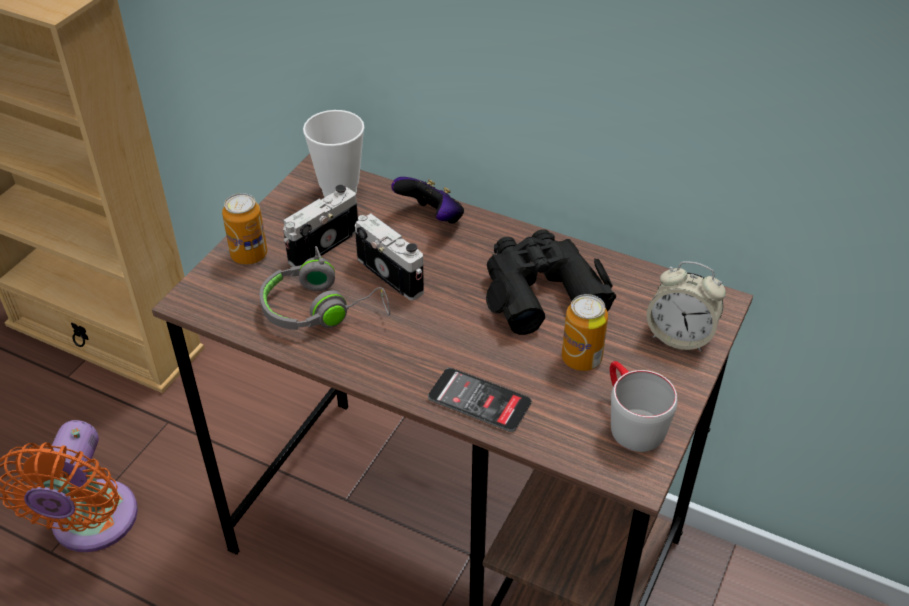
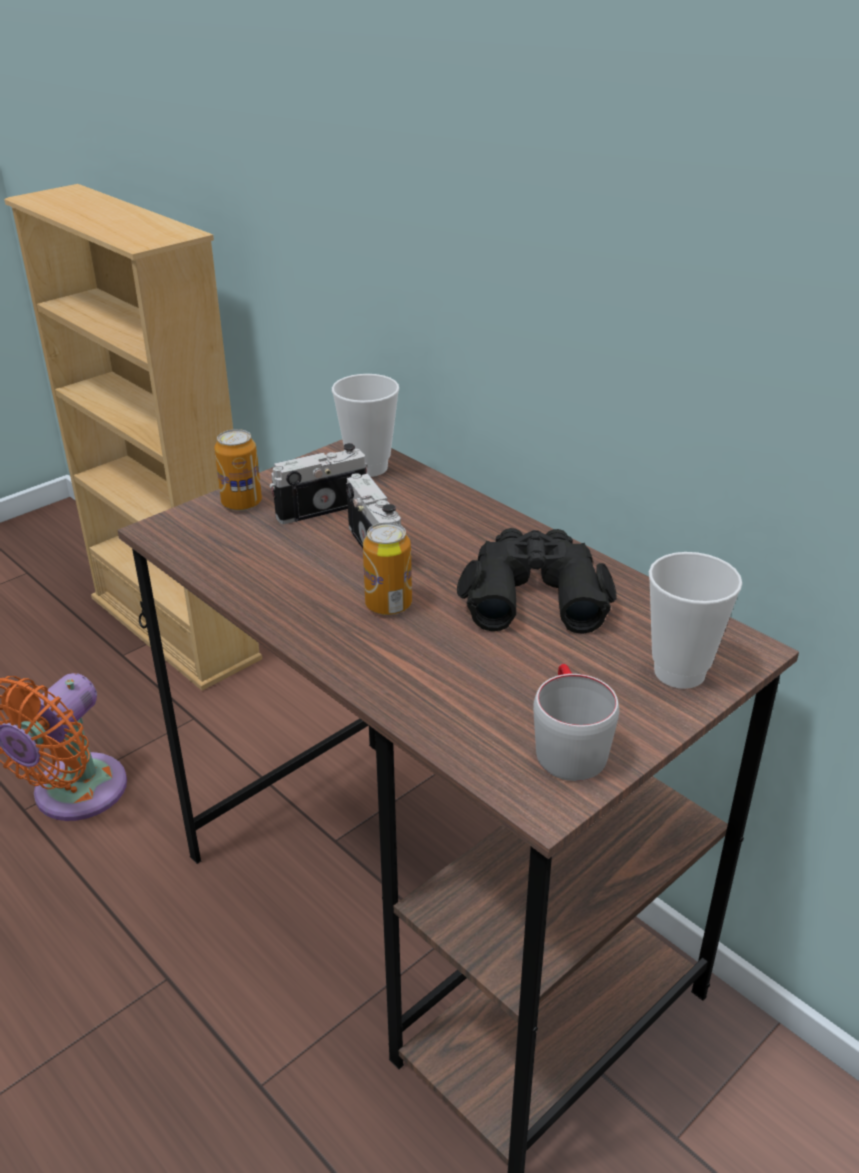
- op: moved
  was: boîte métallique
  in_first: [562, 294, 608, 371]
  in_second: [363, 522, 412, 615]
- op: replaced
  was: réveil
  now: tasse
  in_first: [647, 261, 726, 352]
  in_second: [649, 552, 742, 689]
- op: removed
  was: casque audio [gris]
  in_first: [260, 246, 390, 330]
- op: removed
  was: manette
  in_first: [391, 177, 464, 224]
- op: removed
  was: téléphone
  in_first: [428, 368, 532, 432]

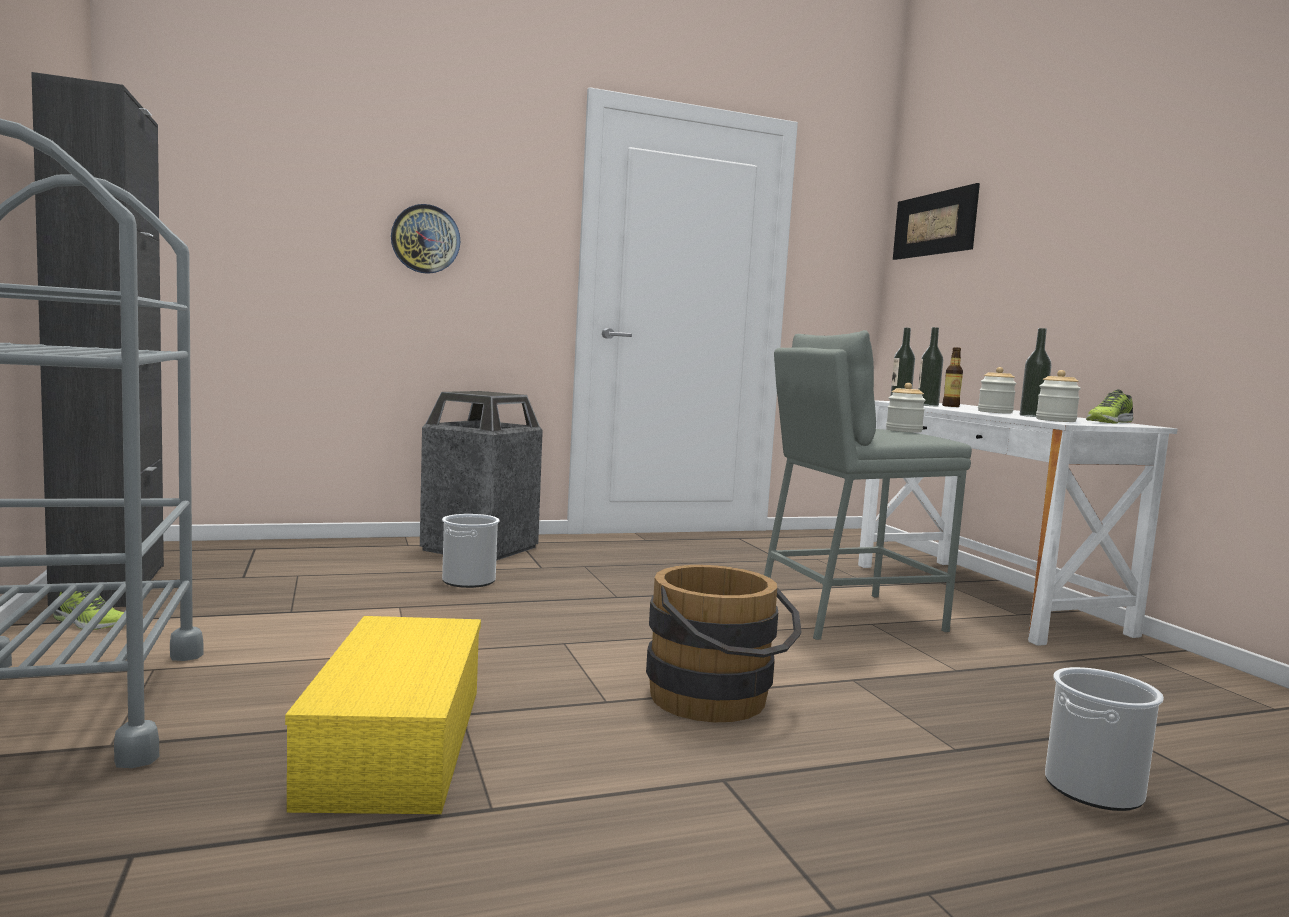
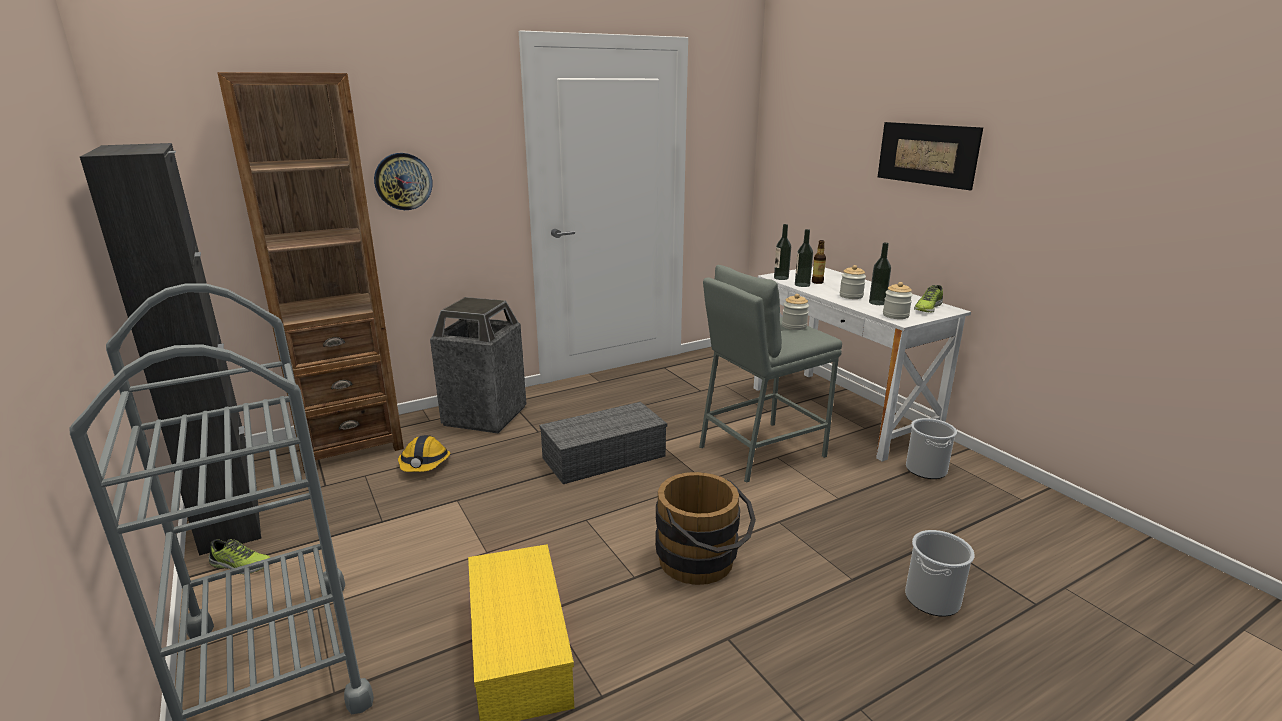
- op: added
  now: bibliothèque [marron]
  in_second: [217, 72, 404, 473]
- op: added
  now: casque de chantier
  in_second: [398, 435, 450, 472]
- op: added
  now: boîte de rangement [gris]
  in_second: [539, 402, 667, 484]
- op: moved
  was: tableau
  in_first: [893, 183, 980, 260]
  in_second: [878, 122, 983, 190]
- op: moved
  was: seau
  in_first: [442, 514, 500, 588]
  in_second: [906, 418, 957, 479]

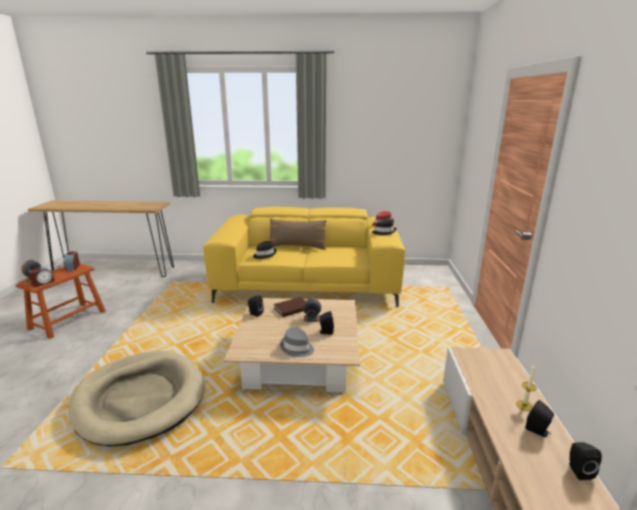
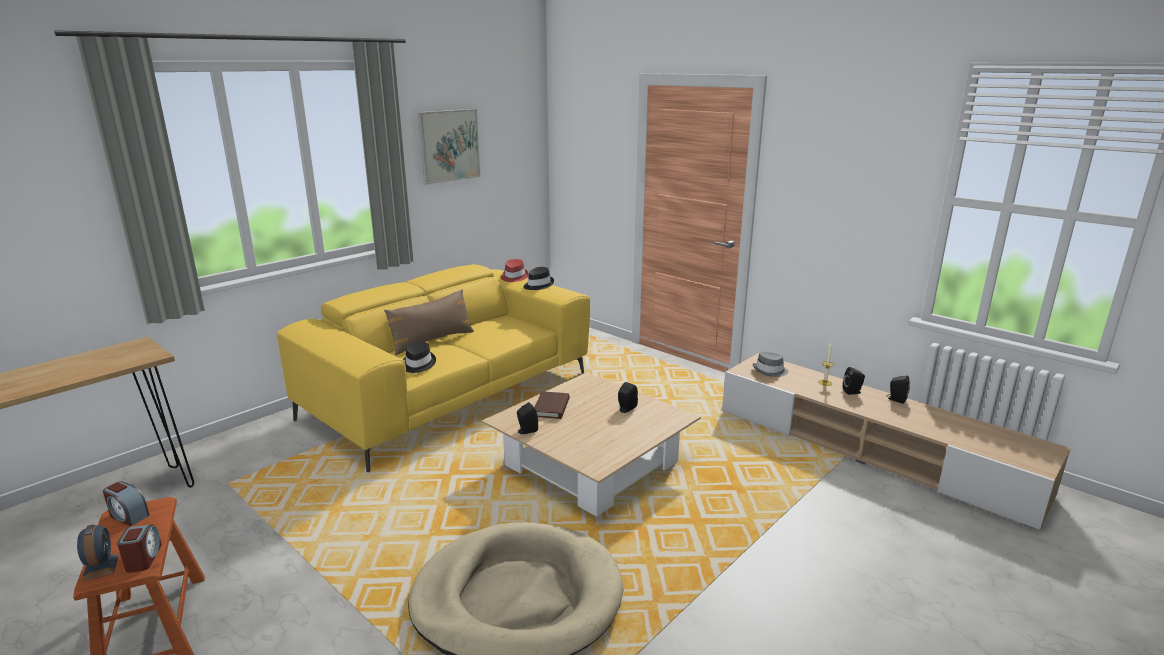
- op: added
  now: tableau
  in_second: [418, 109, 480, 185]
- op: moved
  was: chapeau [gris]
  in_first: [280, 327, 314, 357]
  in_second: [753, 352, 789, 377]
- op: removed
  was: réveil
  in_first: [303, 298, 321, 322]

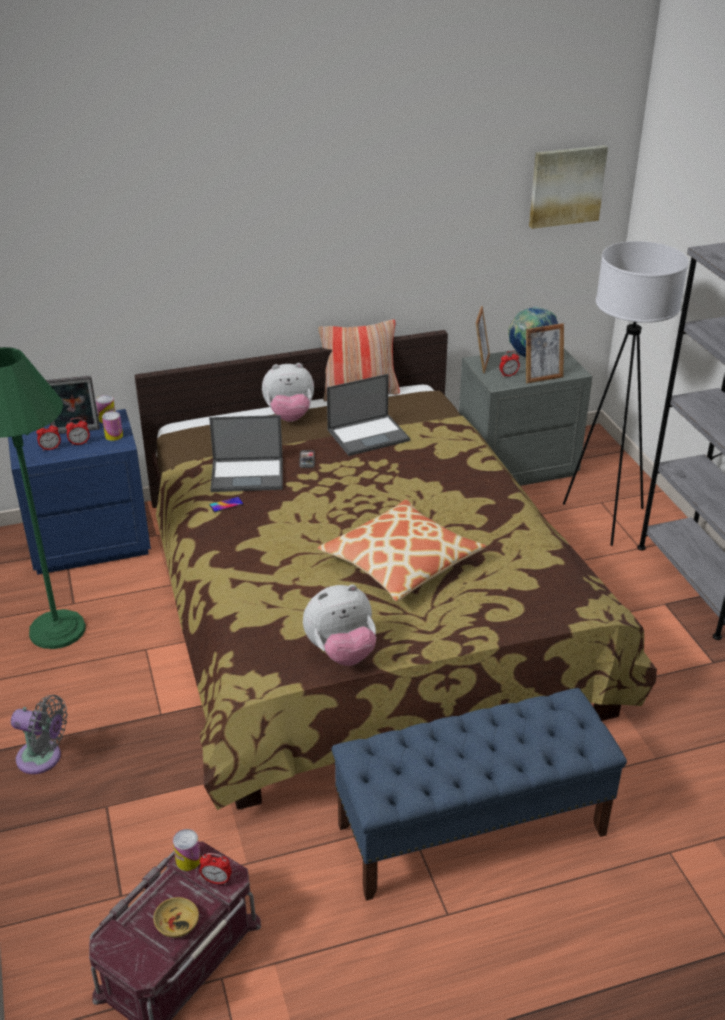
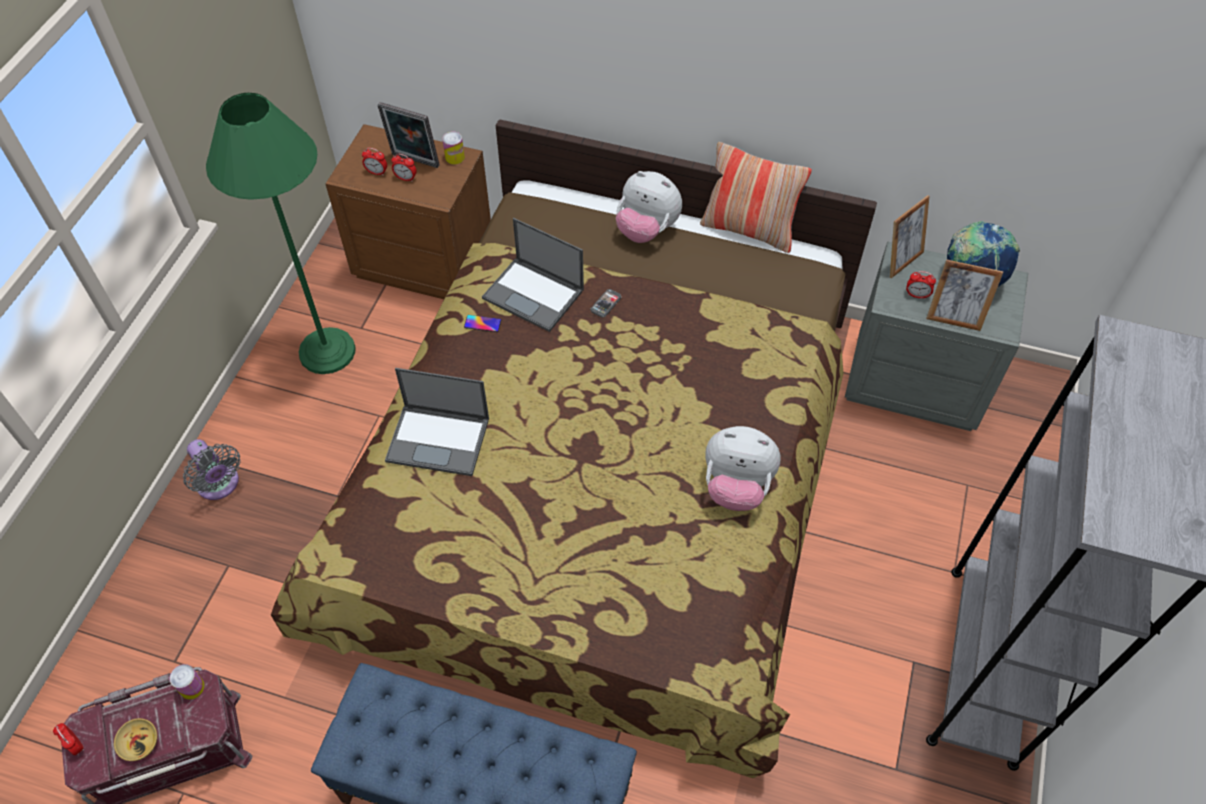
- op: moved
  was: réveil
  in_first: [200, 853, 232, 885]
  in_second: [53, 723, 84, 755]
- op: recoloured
  was: table de chevet [bleu]
  now: table de chevet [marron]
  in_first: [8, 409, 151, 575]
  in_second: [325, 124, 491, 299]
- op: moved
  was: ordinateur portable
  in_first: [327, 374, 410, 456]
  in_second: [385, 368, 489, 476]
- op: moved
  was: peluche
  in_first: [303, 584, 376, 666]
  in_second: [705, 426, 781, 511]
- op: removed
  was: boîte métallique
  in_first: [102, 411, 123, 441]
- op: removed
  was: coussin
  in_first: [318, 499, 486, 602]
- op: removed
  was: tableau
  in_first: [529, 145, 608, 229]
- op: removed
  was: lampadaire [blanc]
  in_first: [563, 241, 689, 546]

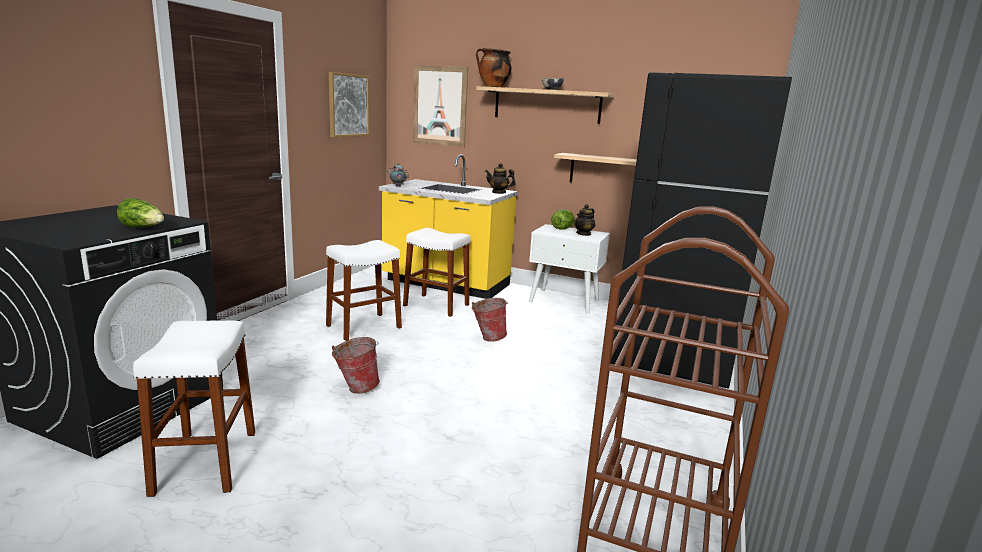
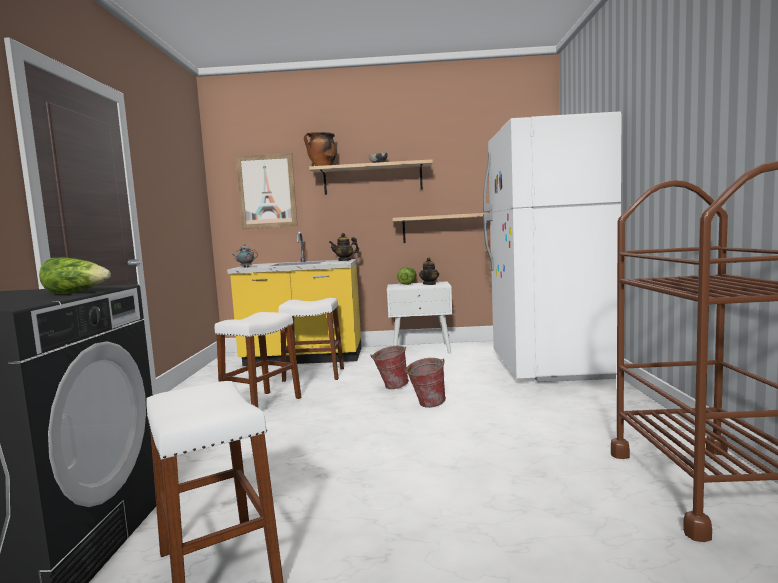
- op: moved
  was: seau
  in_first: [332, 337, 380, 394]
  in_second: [404, 358, 446, 408]
- op: recoloured
  was: réfrigérateur [noir]
  now: réfrigérateur [blanc]
  in_first: [611, 72, 792, 389]
  in_second: [483, 111, 621, 382]
- op: removed
  was: tableau
  in_first: [329, 72, 369, 137]

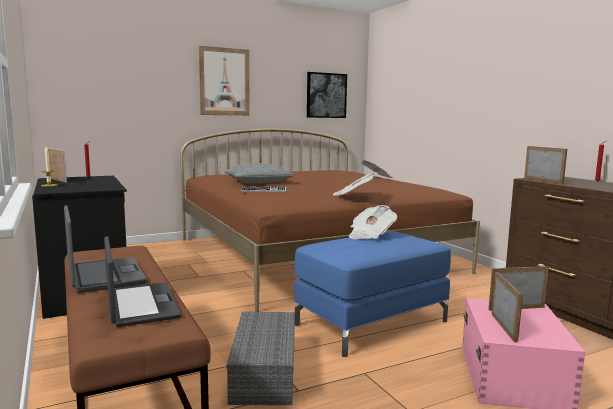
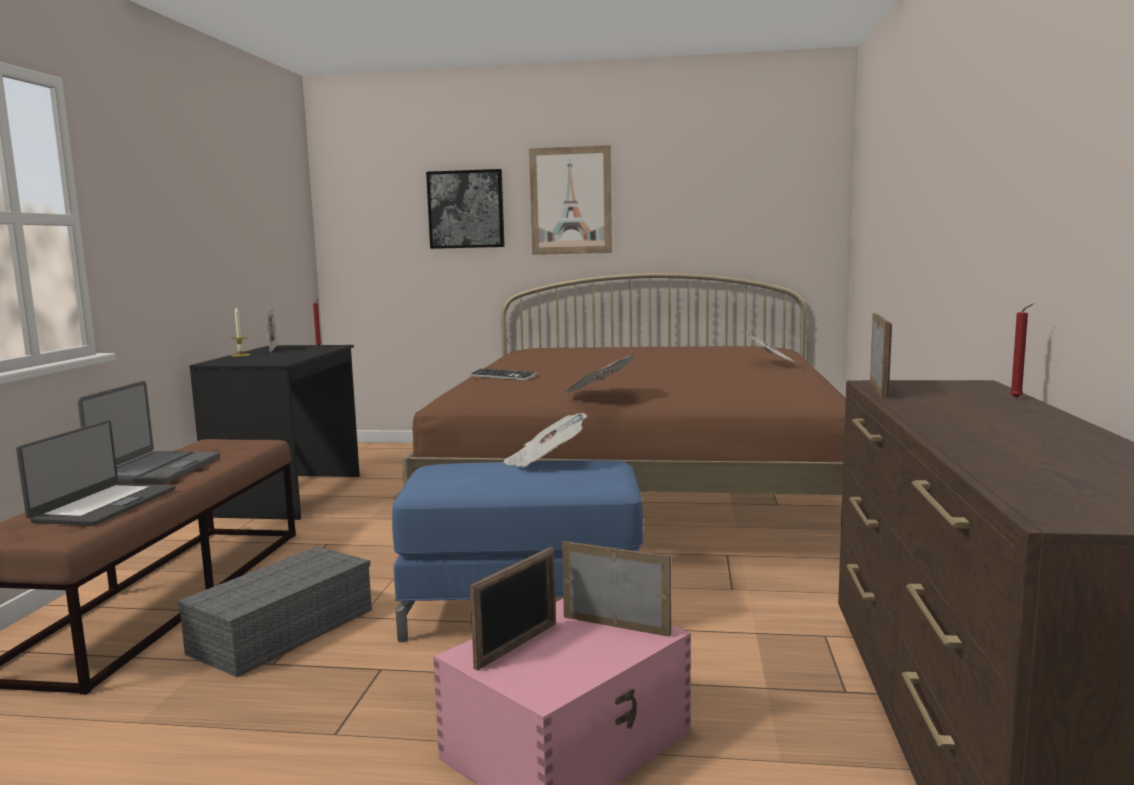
- op: moved
  was: tableau
  in_first: [307, 72, 347, 118]
  in_second: [426, 169, 505, 249]
- op: removed
  was: coussin [gris]
  in_first: [224, 163, 295, 183]

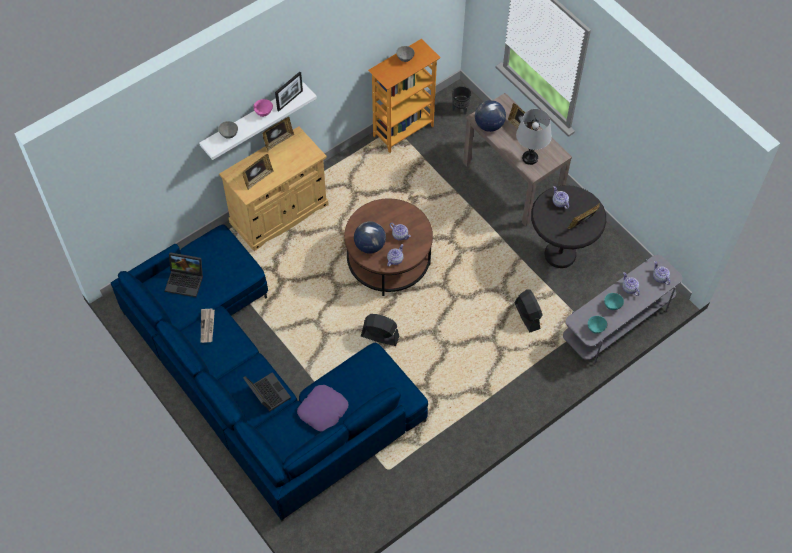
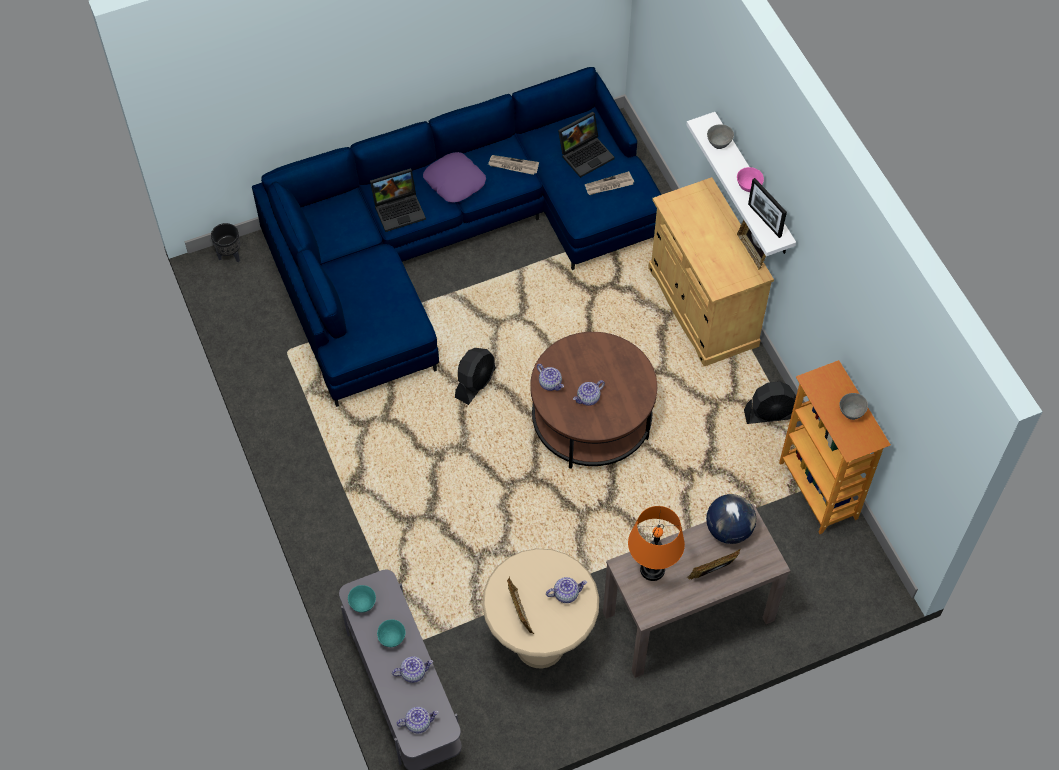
- op: moved
  was: cache-pot [noir]
  in_first: [452, 86, 471, 115]
  in_second: [211, 223, 240, 262]
- op: moved
  was: coussin [violet]
  in_first: [297, 385, 348, 432]
  in_second: [423, 152, 486, 203]
- op: recoloured
  was: table d'appoint [noir]
  now: table d'appoint [beige]
  in_first: [531, 185, 606, 268]
  in_second: [482, 549, 599, 669]
- op: turned
  was: ordinateur portable
  in_first: [165, 252, 203, 297]
  in_second: [558, 112, 615, 178]
  clockwise: -150
- op: added
  now: journal
  in_second: [585, 171, 634, 195]
- op: recoloured
  was: lampe de table [gris]
  now: lampe de table [orange]
  in_first: [516, 109, 552, 165]
  in_second: [628, 506, 685, 581]
- op: moved
  was: ventilateur [noir]
  in_first: [514, 289, 543, 332]
  in_second: [744, 381, 796, 424]
- op: removed
  was: cadre photo
  in_first: [242, 154, 274, 190]
- op: removed
  was: globe
  in_first: [354, 221, 386, 254]

